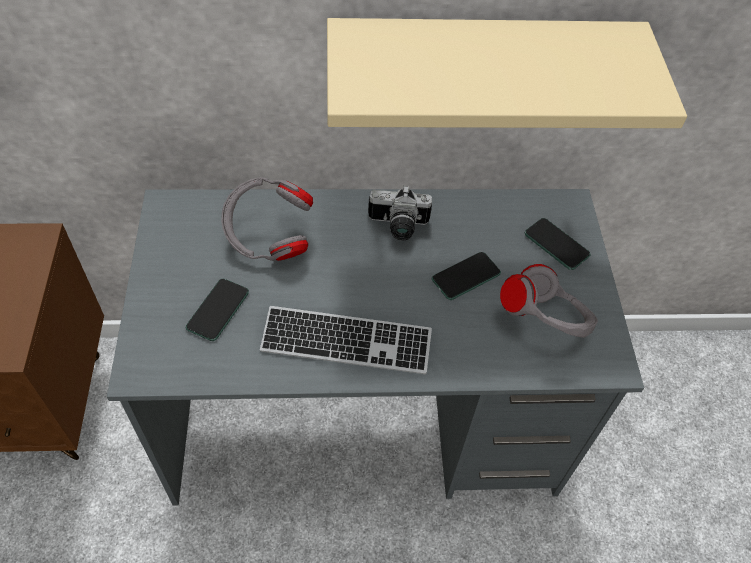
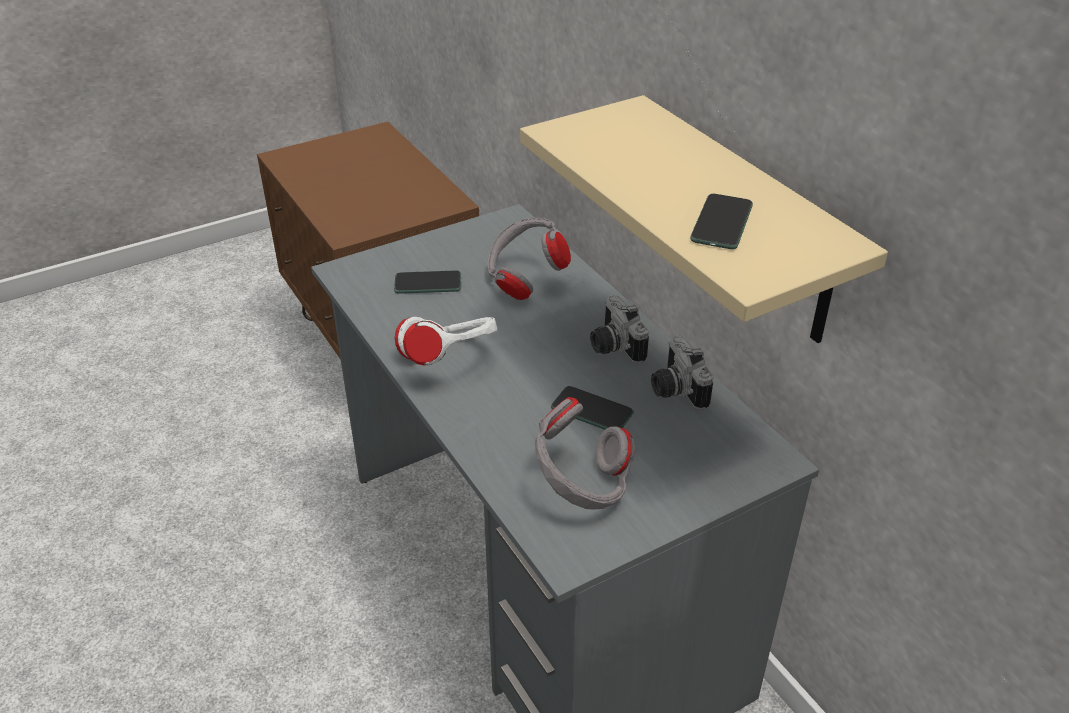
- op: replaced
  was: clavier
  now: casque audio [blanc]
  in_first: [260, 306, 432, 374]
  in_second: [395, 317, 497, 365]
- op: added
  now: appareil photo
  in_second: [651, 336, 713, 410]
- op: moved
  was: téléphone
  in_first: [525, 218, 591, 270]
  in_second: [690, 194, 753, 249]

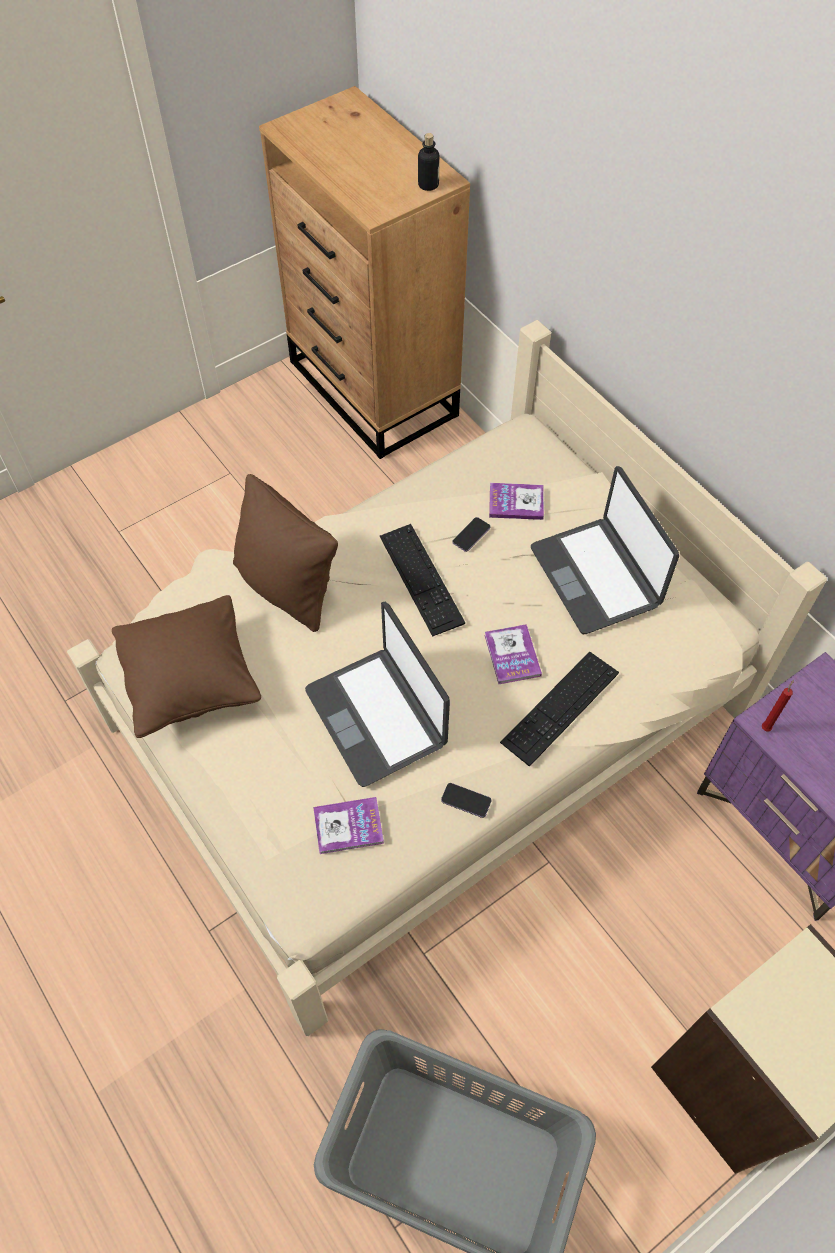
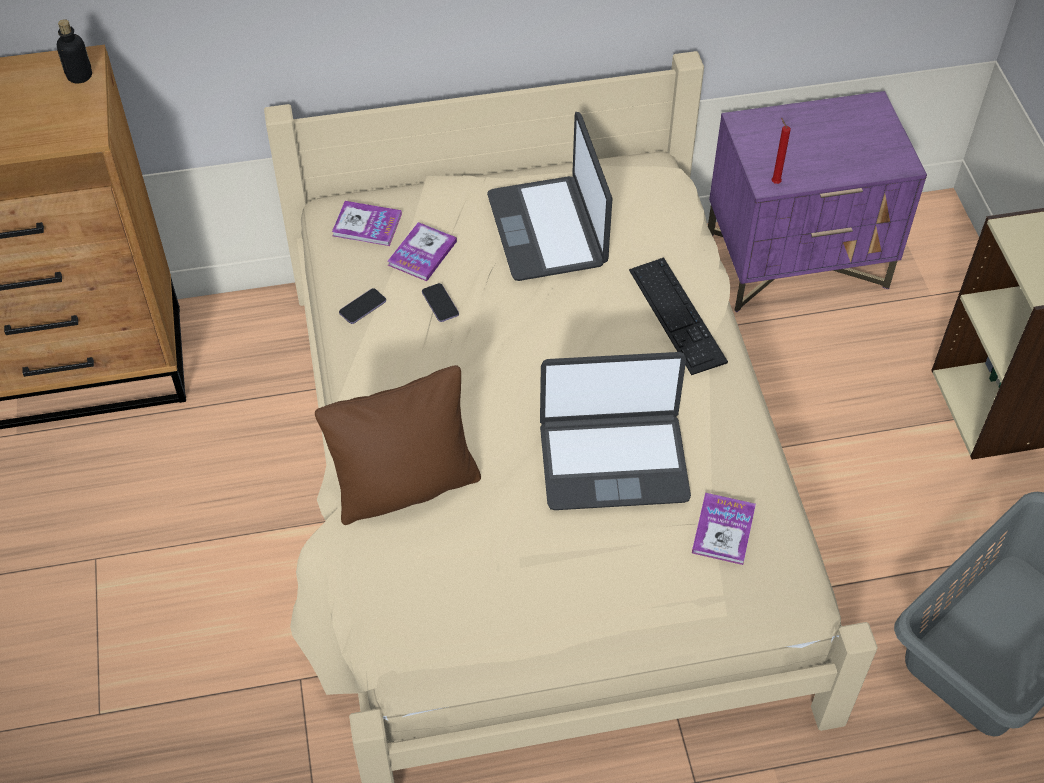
- op: moved
  was: livre
  in_first: [484, 624, 542, 684]
  in_second: [332, 201, 402, 246]
- op: moved
  was: téléphone
  in_first: [441, 783, 491, 818]
  in_second: [339, 288, 386, 324]
- op: turned
  was: ordinateur portable
  in_first: [531, 466, 679, 634]
  in_second: [487, 112, 613, 281]
  clockwise: 75
- op: removed
  was: coussin [marron]
  in_first: [112, 595, 261, 738]
- op: removed
  was: clavier
  in_first: [380, 524, 465, 637]

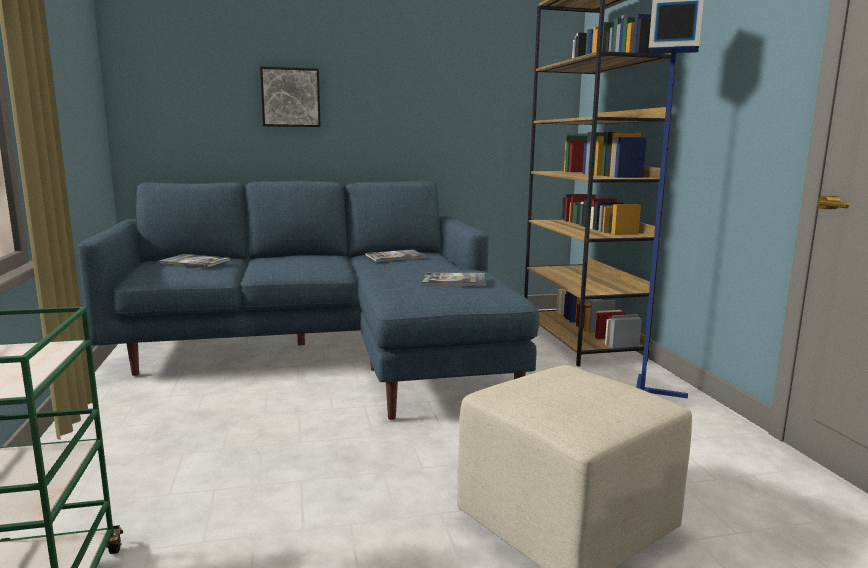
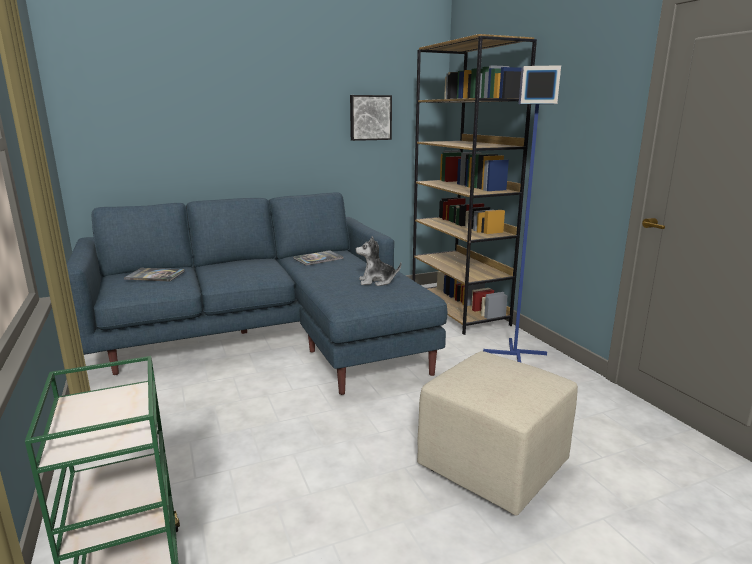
- op: moved
  was: tableau
  in_first: [260, 66, 321, 127]
  in_second: [350, 95, 392, 141]
- op: replaced
  was: livre
  now: peluche
  in_first: [422, 273, 486, 286]
  in_second: [355, 236, 401, 286]

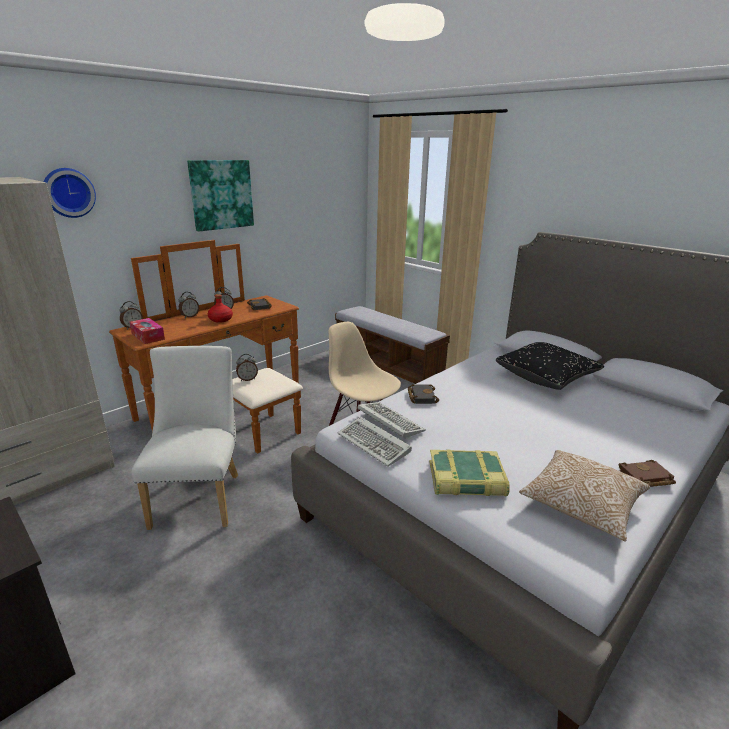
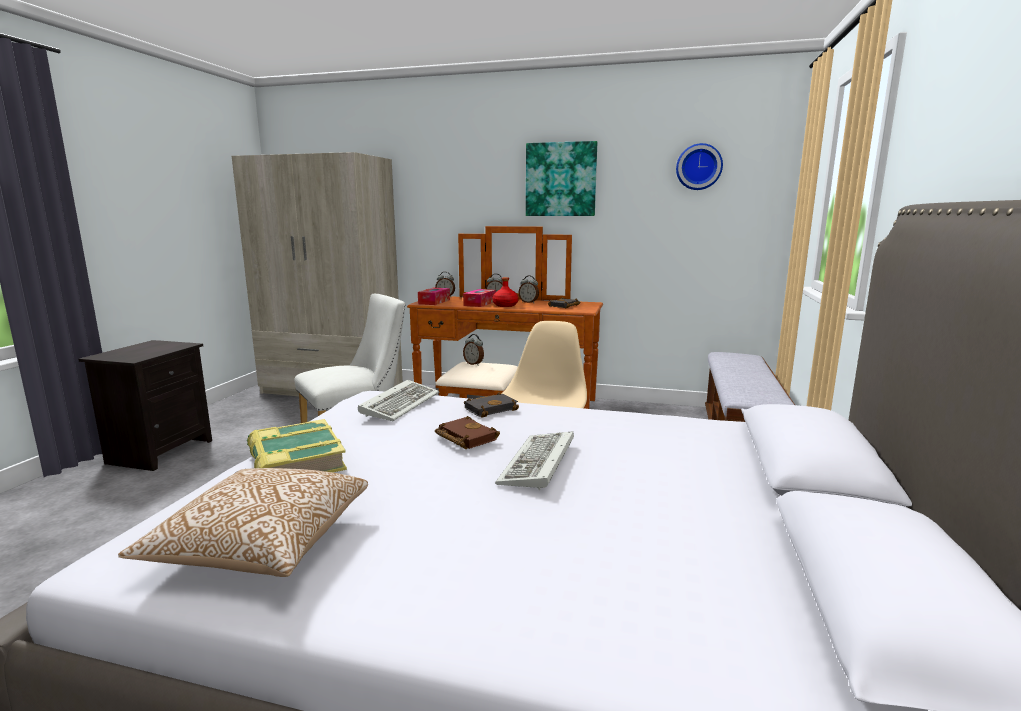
- op: moved
  was: livre [marron]
  in_first: [619, 460, 676, 487]
  in_second: [435, 416, 500, 449]
- op: added
  now: boîte à mouchoirs
  in_second: [463, 289, 496, 307]
- op: moved
  was: clavier
  in_first: [338, 416, 412, 467]
  in_second: [495, 431, 574, 490]
- op: moved
  was: horloge murale
  in_first: [44, 168, 96, 218]
  in_second: [676, 143, 723, 190]
- op: removed
  was: coussin [noir]
  in_first: [496, 342, 604, 390]

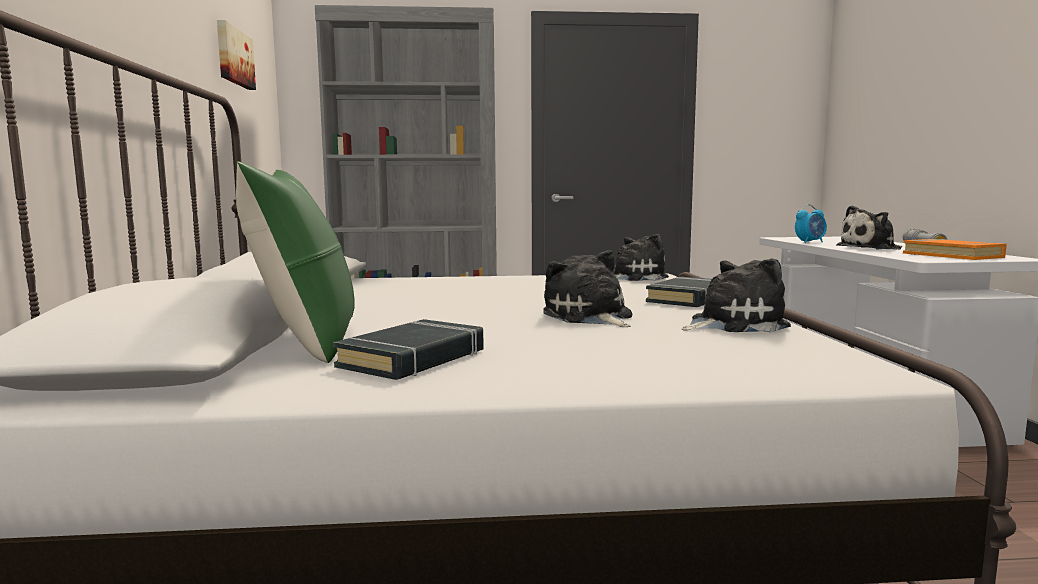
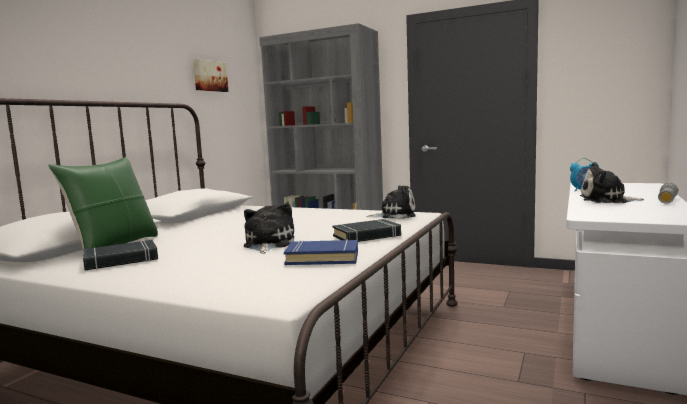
- op: replaced
  was: peluche
  now: livre [bleu]
  in_first: [682, 258, 791, 332]
  in_second: [284, 240, 358, 265]
- op: removed
  was: livre [orange]
  in_first: [903, 239, 1007, 260]

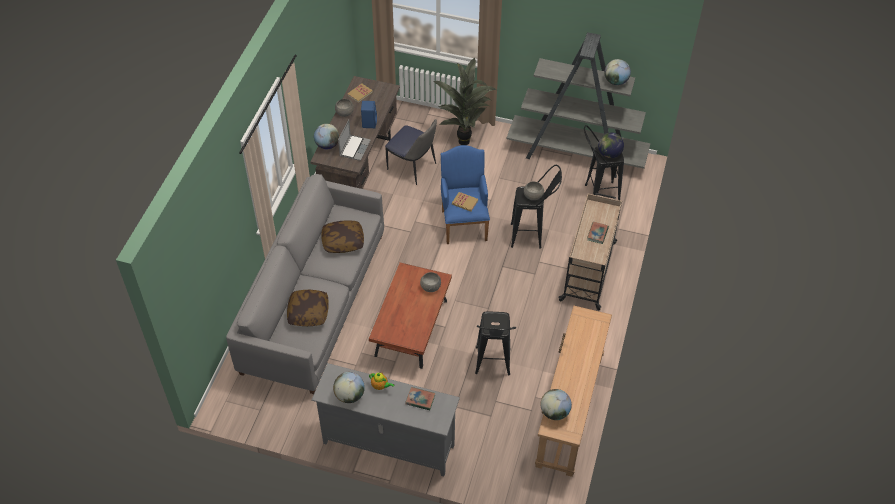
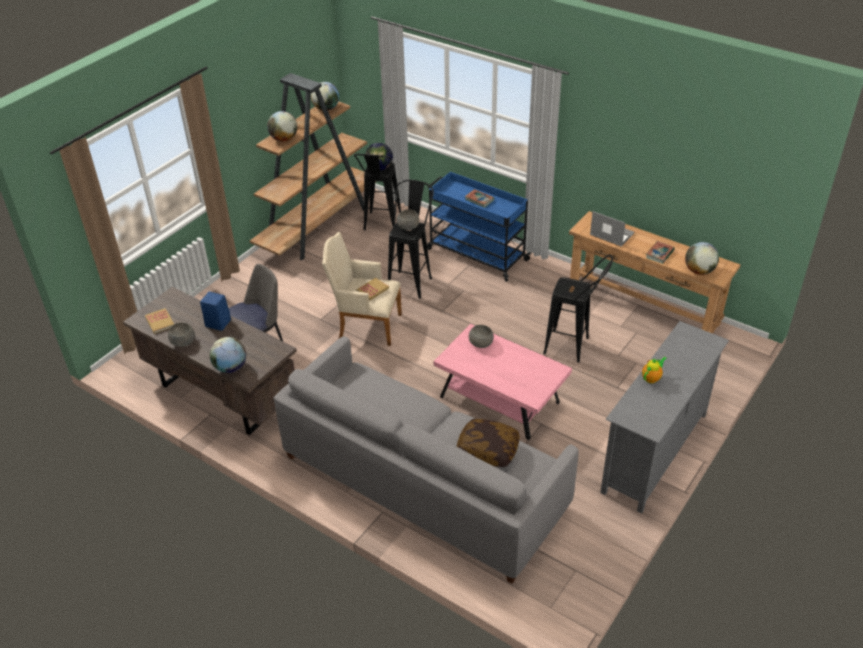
- op: recoloured
  was: bibliothèque [gris]
  now: bibliothèque [marron]
  in_first: [506, 32, 651, 178]
  in_second: [250, 73, 376, 260]
- op: moved
  was: globe
  in_first: [333, 372, 365, 403]
  in_second: [267, 111, 297, 141]
- op: recoloured
  was: fauteuil [bleu]
  now: fauteuil [beige]
  in_first: [441, 145, 490, 244]
  in_second: [322, 232, 402, 346]
- op: recoloured
  was: chariot [beige]
  now: chariot [bleu]
  in_first: [559, 193, 622, 311]
  in_second: [427, 172, 531, 282]
- op: recoloured
  was: table basse [marron]
  now: table basse [rose]
  in_first: [369, 262, 452, 369]
  in_second: [433, 324, 572, 440]
- op: moved
  was: ordinateur portable
  in_first: [338, 120, 371, 161]
  in_second: [590, 211, 635, 247]
- op: moved
  was: livre
  in_first: [405, 387, 435, 410]
  in_second: [646, 241, 675, 264]
- op: removed
  was: coussin
  in_first: [321, 220, 364, 253]
- op: removed
  was: plante en pot
  in_first: [433, 58, 496, 145]

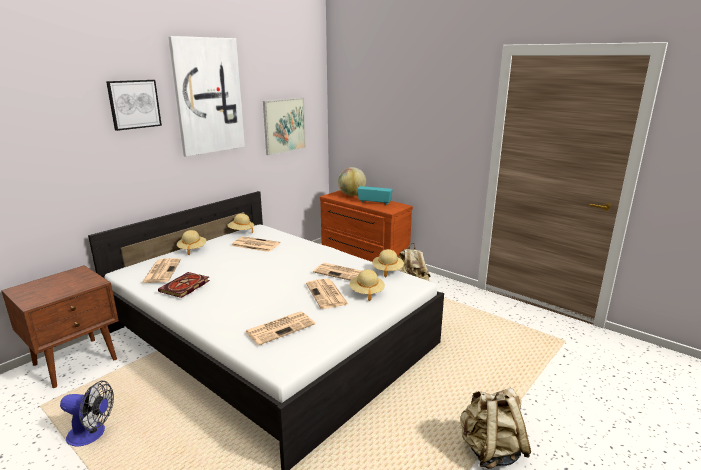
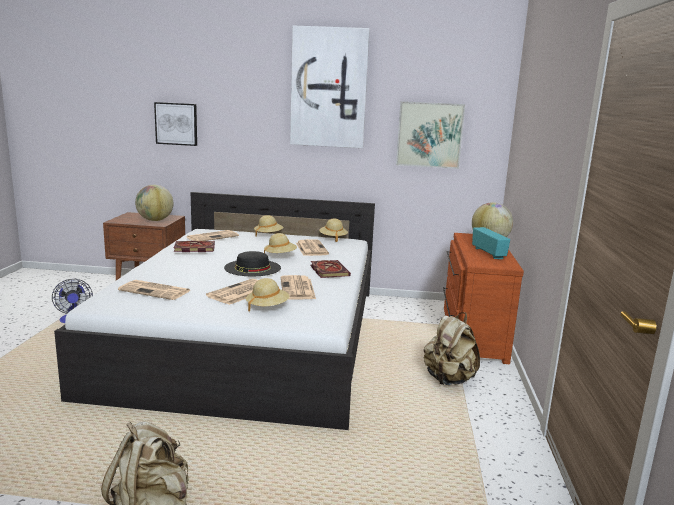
- op: added
  now: globe
  in_second: [135, 185, 173, 221]
- op: moved
  was: tableau
  in_first: [106, 80, 162, 131]
  in_second: [154, 102, 197, 146]
- op: added
  now: chapeau [noir]
  in_second: [224, 251, 281, 276]
- op: moved
  was: chapeau [beige]
  in_first: [372, 249, 404, 277]
  in_second: [264, 233, 297, 253]
- op: added
  now: livre
  in_second: [311, 260, 351, 278]

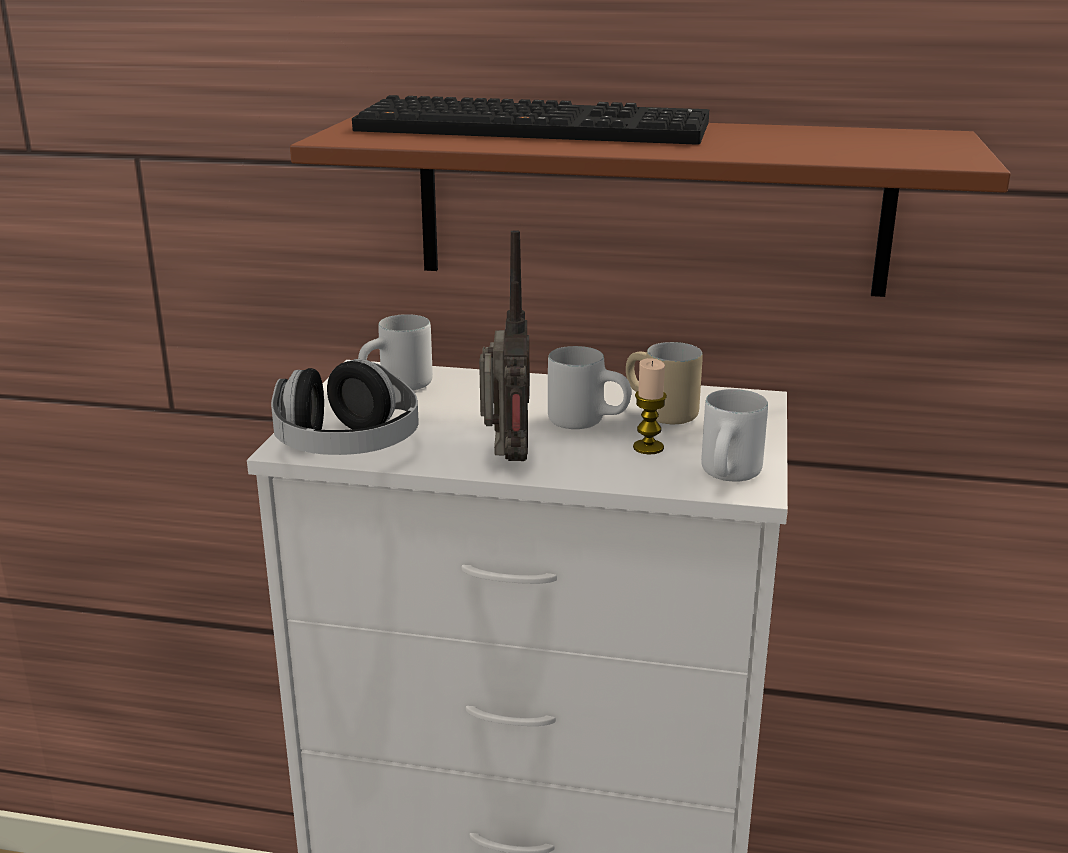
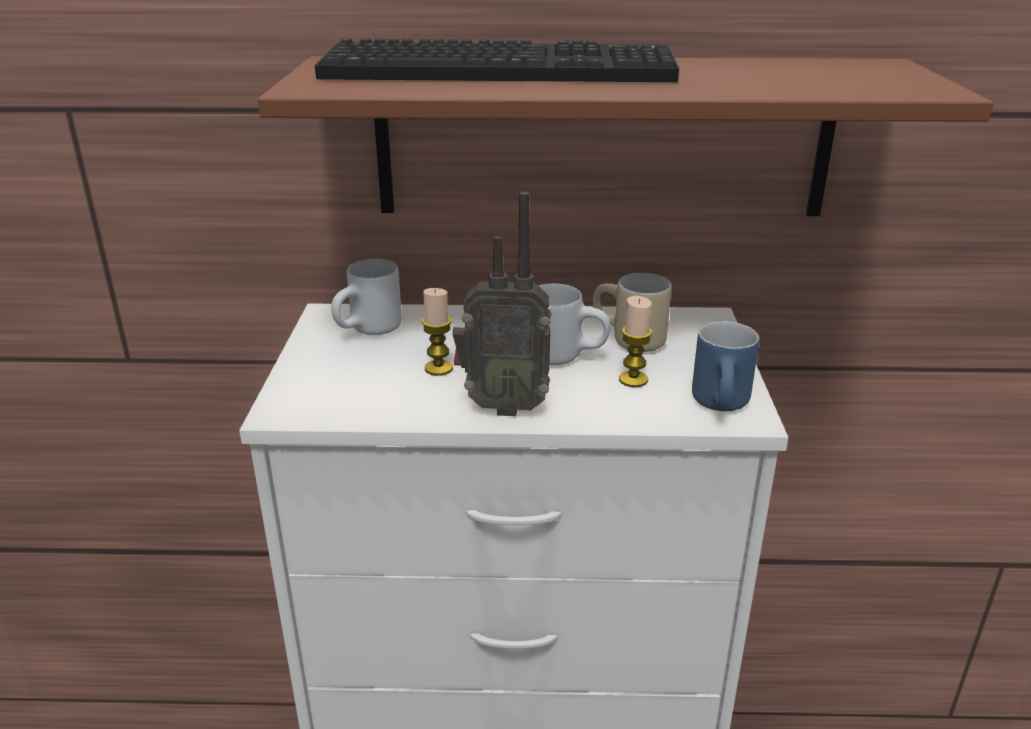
- op: added
  now: bougie
  in_second: [422, 288, 453, 376]
- op: turned
  was: radio
  in_first: [479, 230, 529, 461]
  in_second: [453, 192, 552, 416]
  clockwise: 105
- op: recoloured
  was: mug [blanc]
  now: mug [bleu]
  in_first: [701, 389, 768, 482]
  in_second: [692, 321, 759, 411]
- op: removed
  was: casque audio
  in_first: [271, 359, 419, 455]

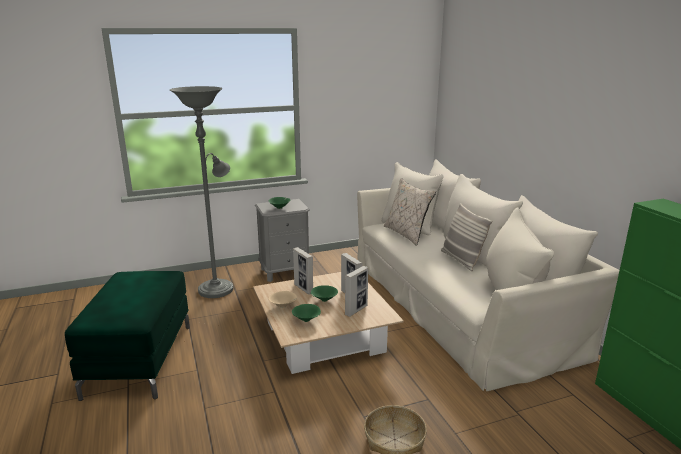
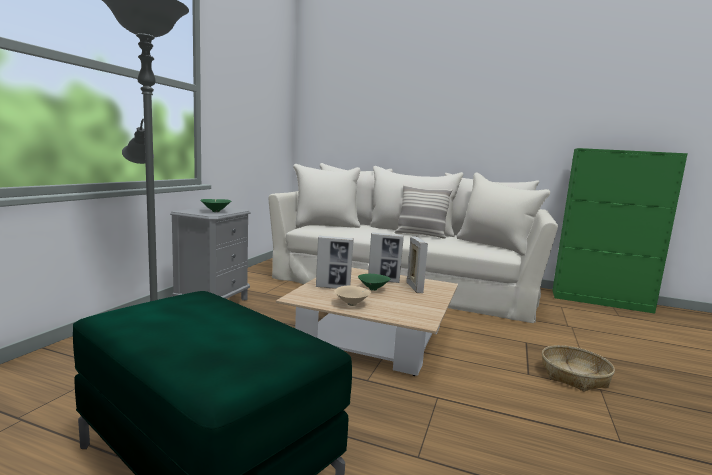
- op: removed
  was: bol [vert]
  in_first: [292, 304, 321, 322]
- op: removed
  was: coussin [beige]
  in_first: [384, 178, 436, 246]

